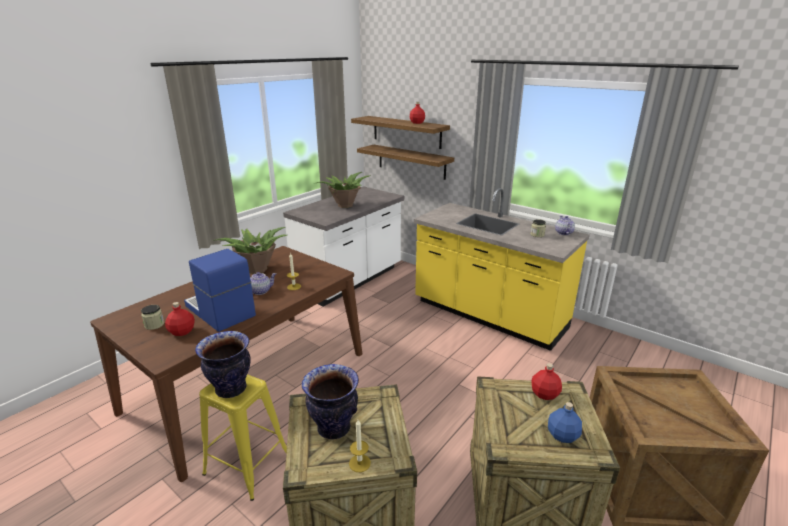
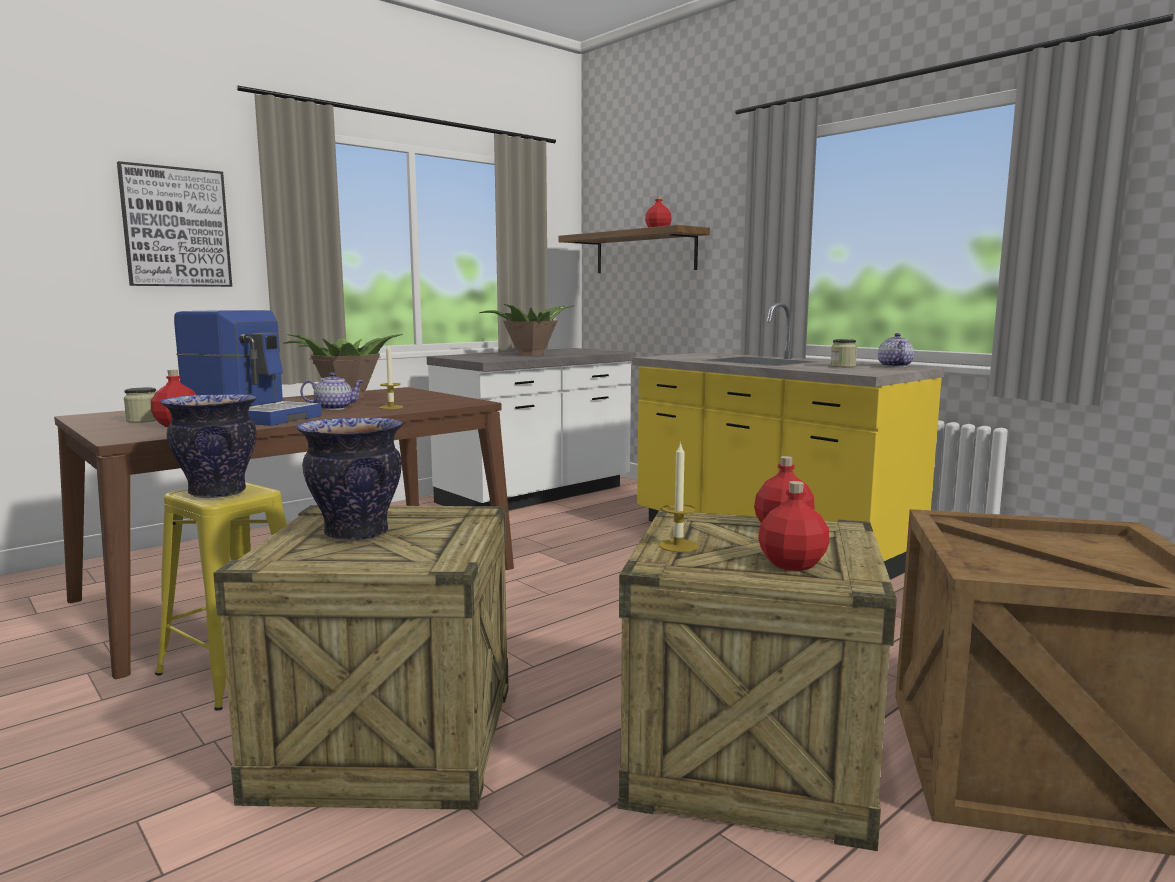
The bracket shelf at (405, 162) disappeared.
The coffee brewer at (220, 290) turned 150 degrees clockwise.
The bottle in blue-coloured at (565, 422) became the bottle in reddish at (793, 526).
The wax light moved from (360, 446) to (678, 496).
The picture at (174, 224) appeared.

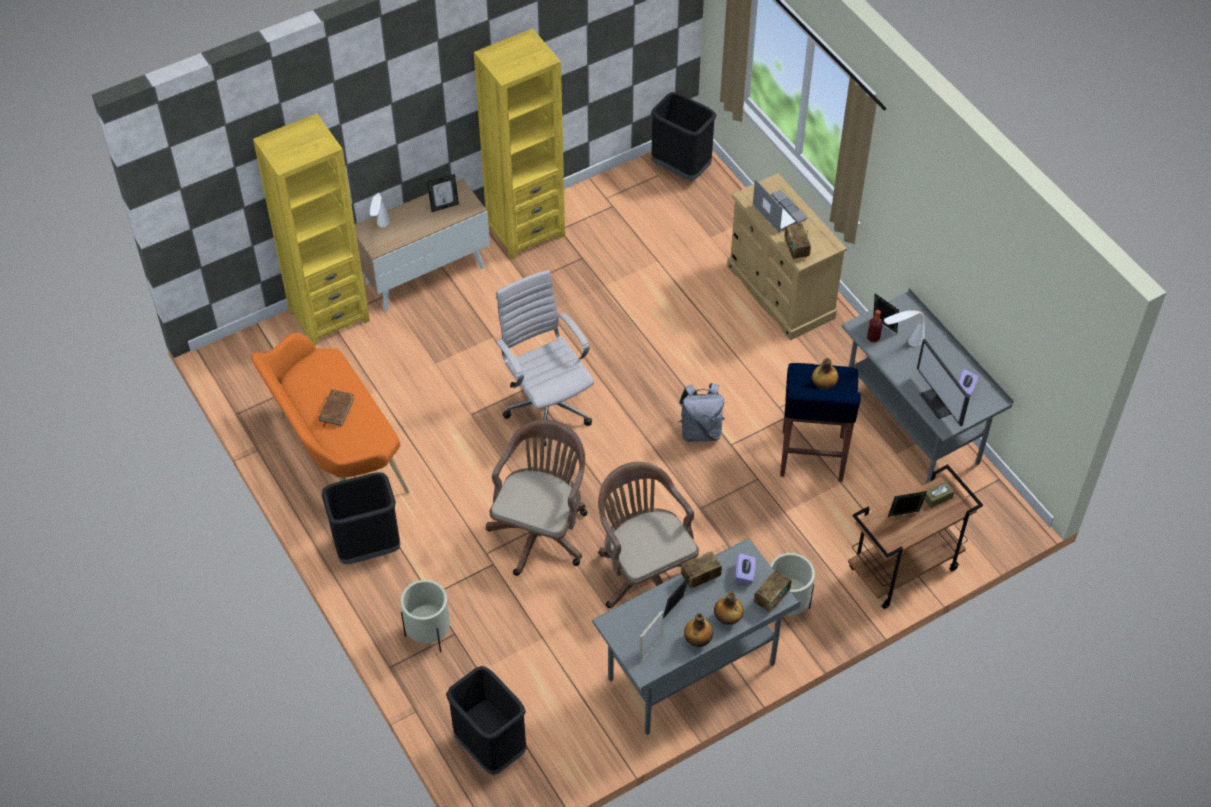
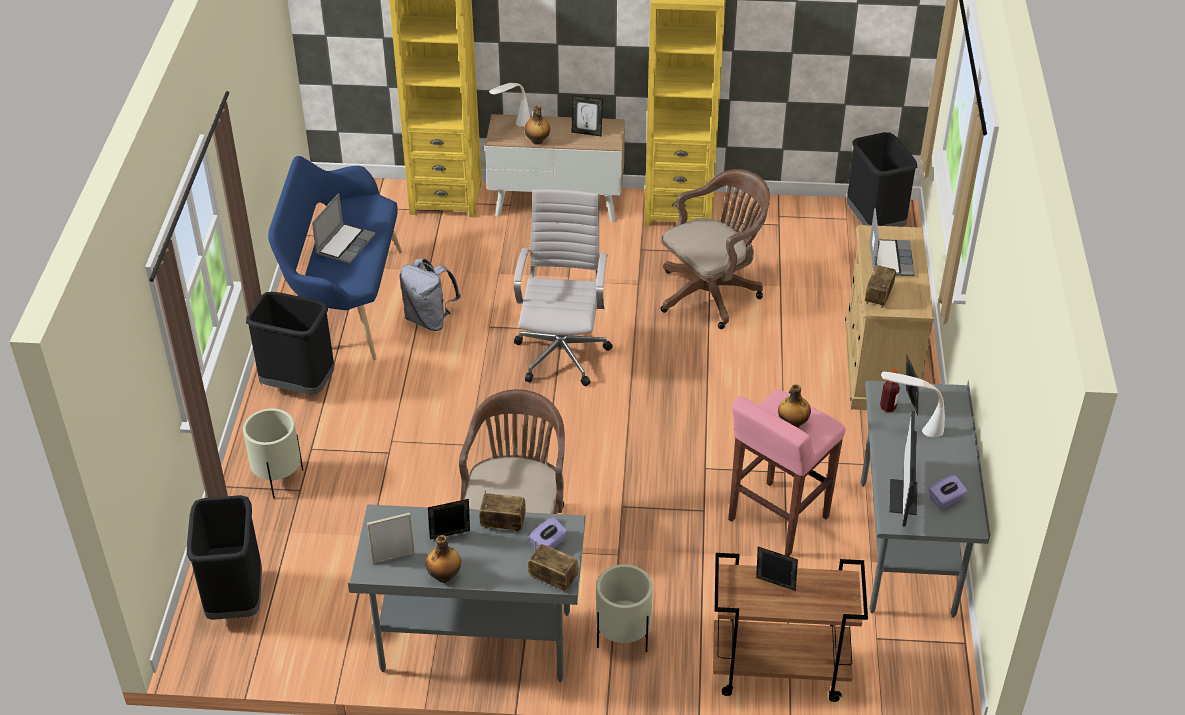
The indoor bench in orange-coloured at (330, 413) became the indoor bench in blue-coloured at (335, 258).
The sitting stool in blue-coloured at (820, 422) became the sitting stool in pink at (787, 472).
The backpack in greyish moved from (701, 412) to (430, 294).
The book in brown-coloured at (336, 408) was replaced by the notebook computer at (343, 228).
The desk chair in brown-coloured moved from (536, 497) to (715, 249).
The tissue holder in brown-coloured at (939, 494) disappeared.
The radio receiver at (773, 588) turned 135 degrees counterclockwise.
The bottle moved from (728, 608) to (537, 125).

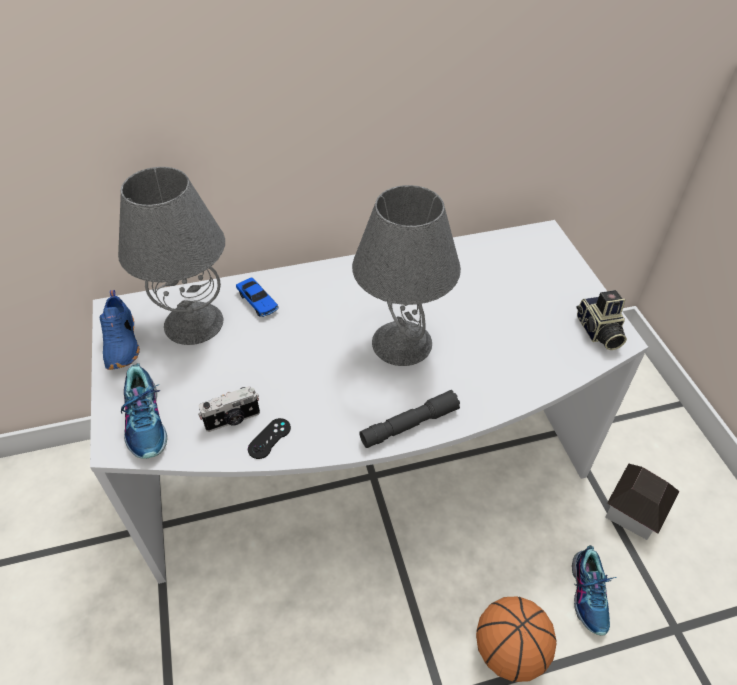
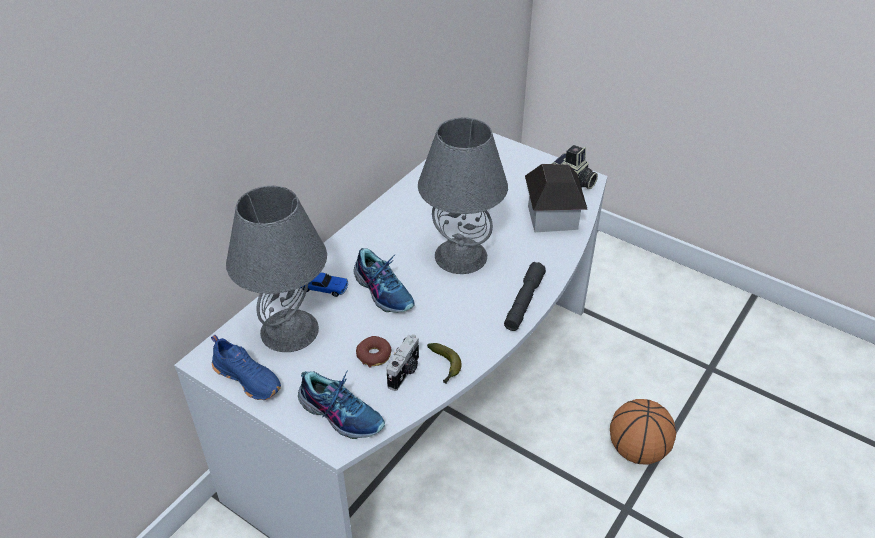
The gamepad in black at (269, 438) was replaced by the banana fruit at (444, 363).
The miniature house moved from (642, 501) to (556, 198).
The shoe moved from (594, 590) to (384, 280).
The ring doughnut at (373, 352) appeared.

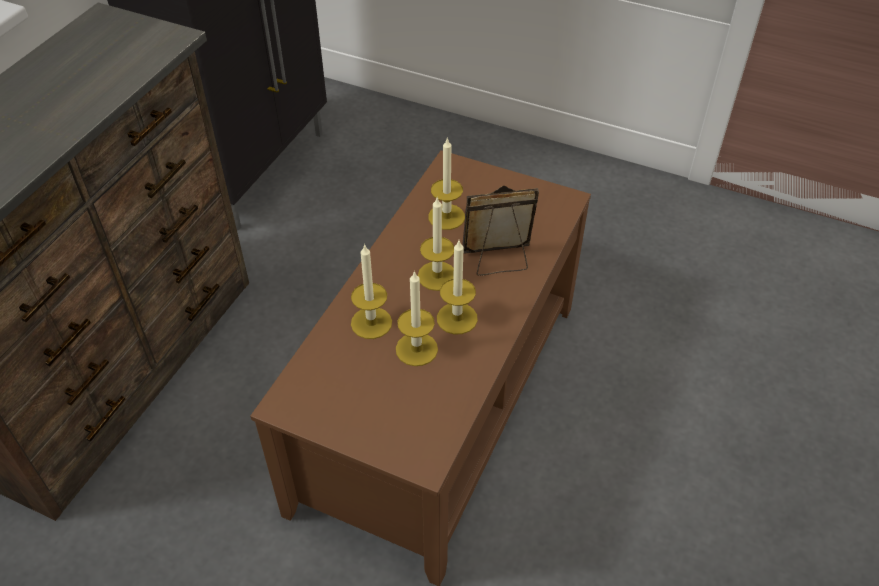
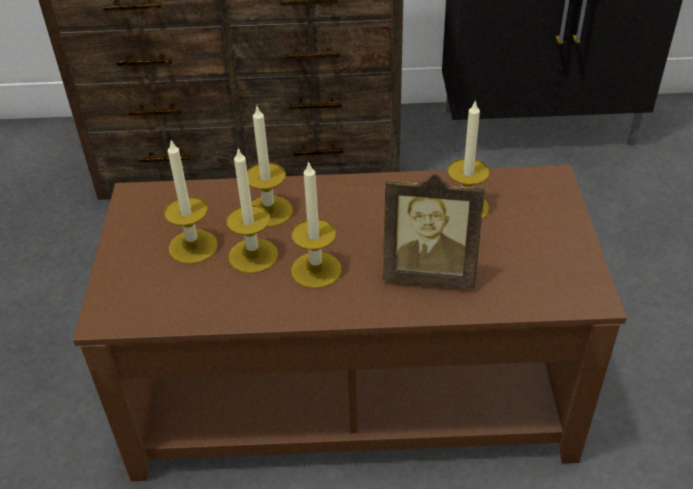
The picture frame at (501, 230) turned 135 degrees clockwise.
The wax light moved from (436, 243) to (191, 202).

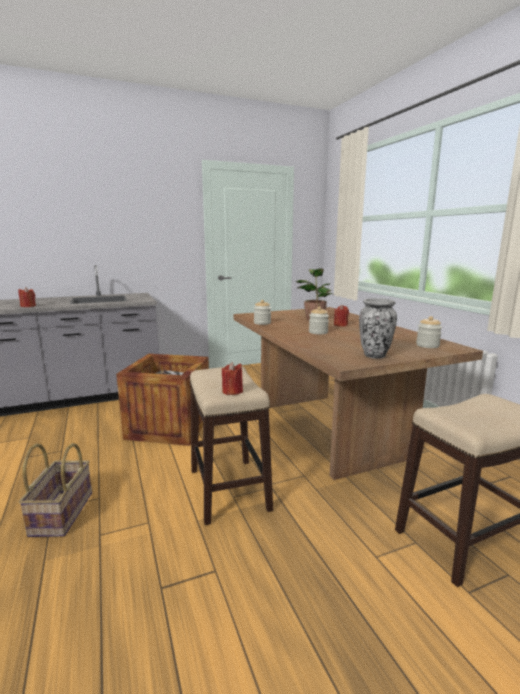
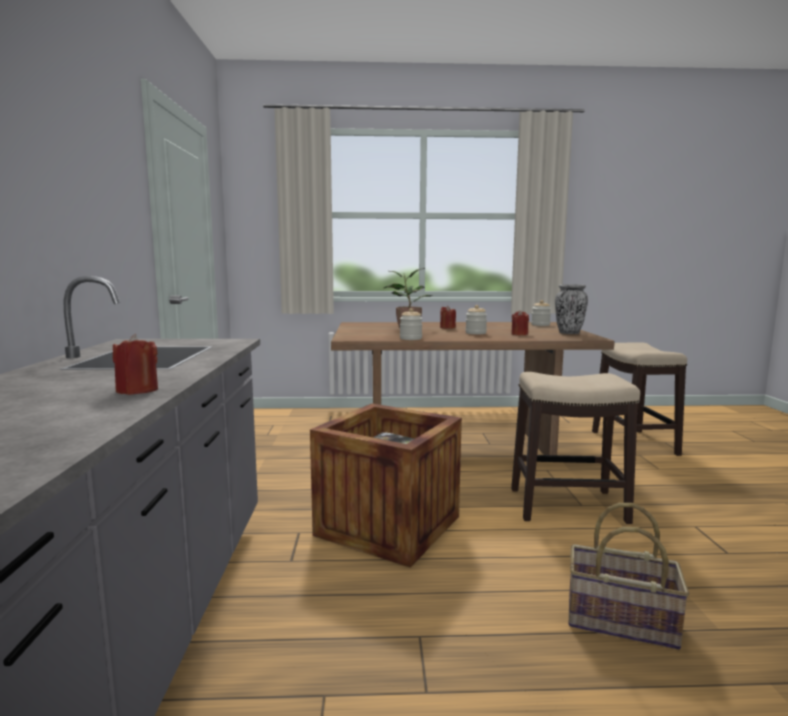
The wax light in reddish moved from (232, 378) to (520, 322).

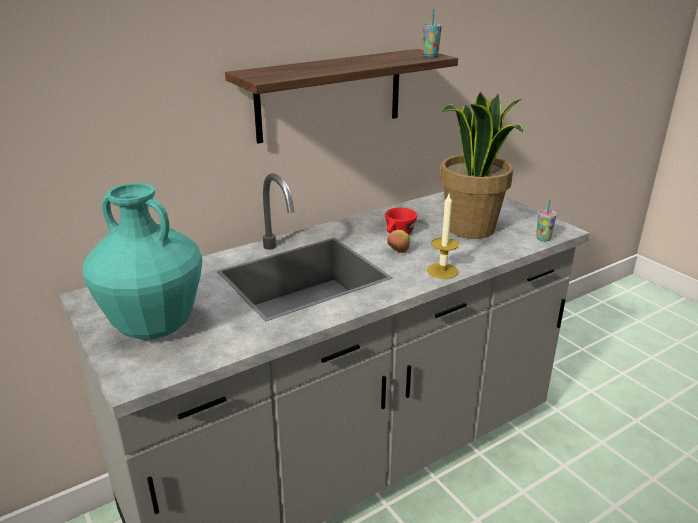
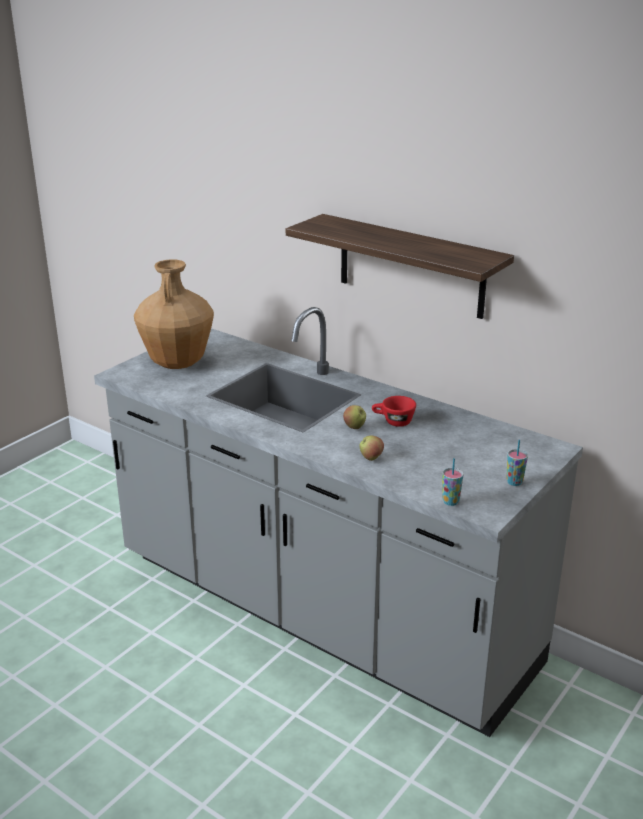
The cup moved from (432, 33) to (517, 463).
The houseplant at (481, 165) disappeared.
The decorative vase in turquoise at (142, 261) became the decorative vase in brown-coloured at (174, 314).
The wax light at (443, 236) disappeared.
The apple at (372, 448) appeared.

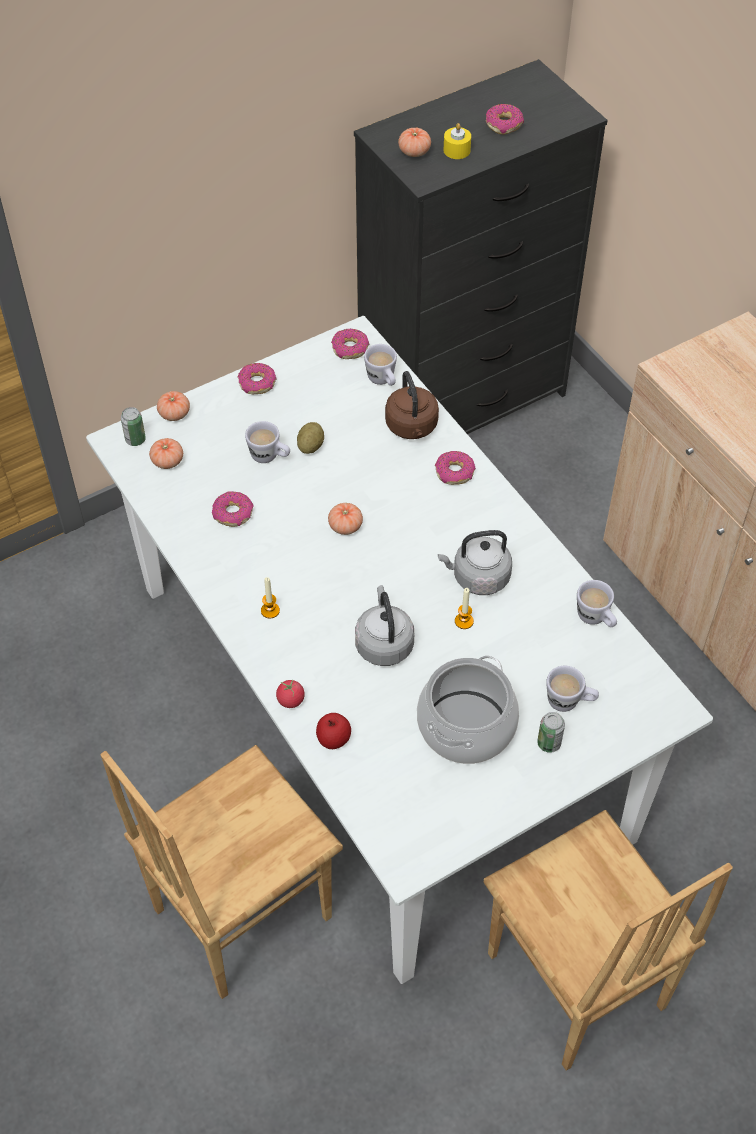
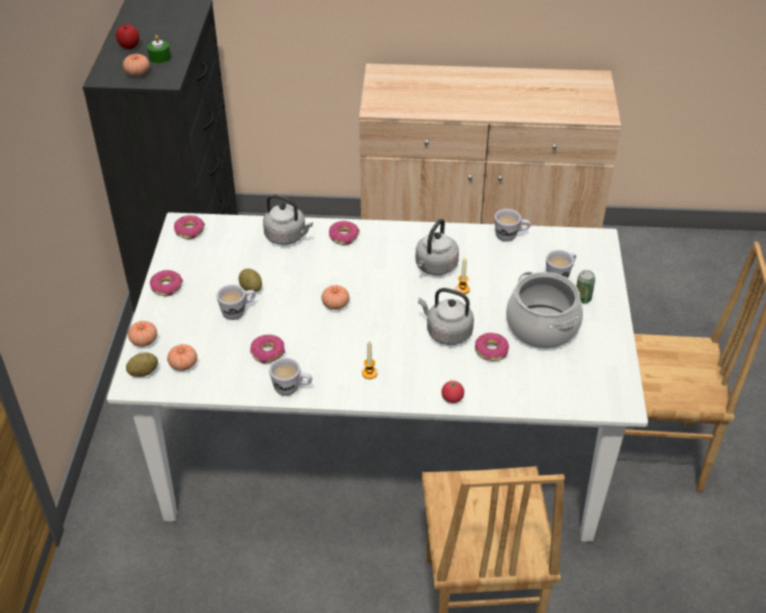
The ring doughnut moved from (505, 119) to (492, 347).
The wax light in yellow at (457, 141) became the wax light in green-coloured at (159, 49).
The tea mug in white-coloured moved from (380, 365) to (290, 377).
The tea kettle in brown-coloured at (412, 405) became the tea kettle in greyish at (288, 219).
The metal can at (133, 426) was replaced by the potato at (142, 364).
The apple moved from (333, 731) to (127, 36).

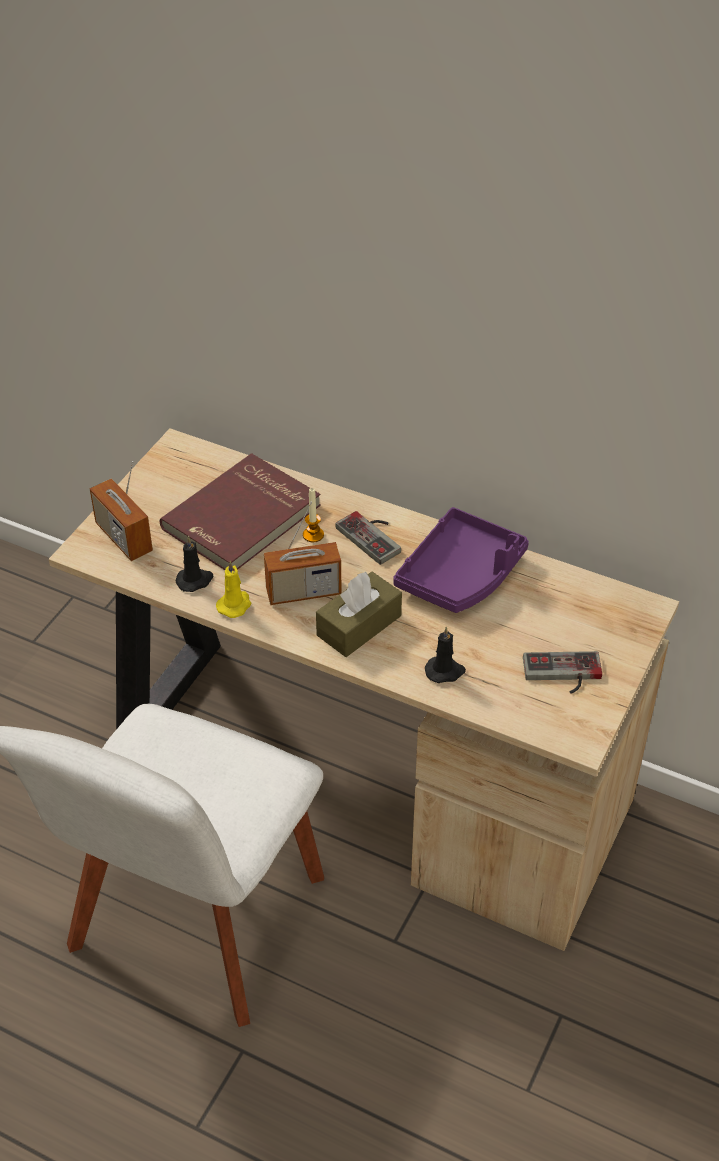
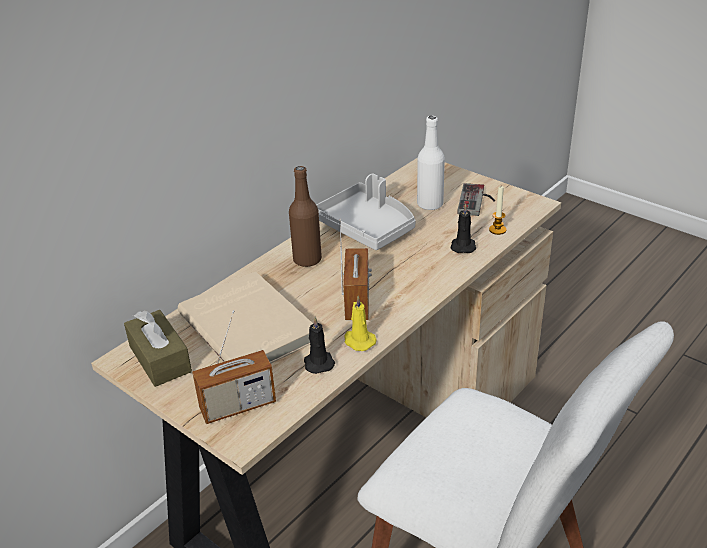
The book in reddish at (240, 511) became the book in sand-coloured at (245, 317).
The wax light moved from (313, 515) to (498, 210).
The tray in purplish at (461, 560) became the tray in greyish at (366, 211).
The gamepad at (368, 538) was replaced by the bottle in brown-coloured at (305, 216).
The tissue holder in brown-coloured moved from (359, 614) to (158, 348).
The bottle in white-coloured at (431, 163) appeared.

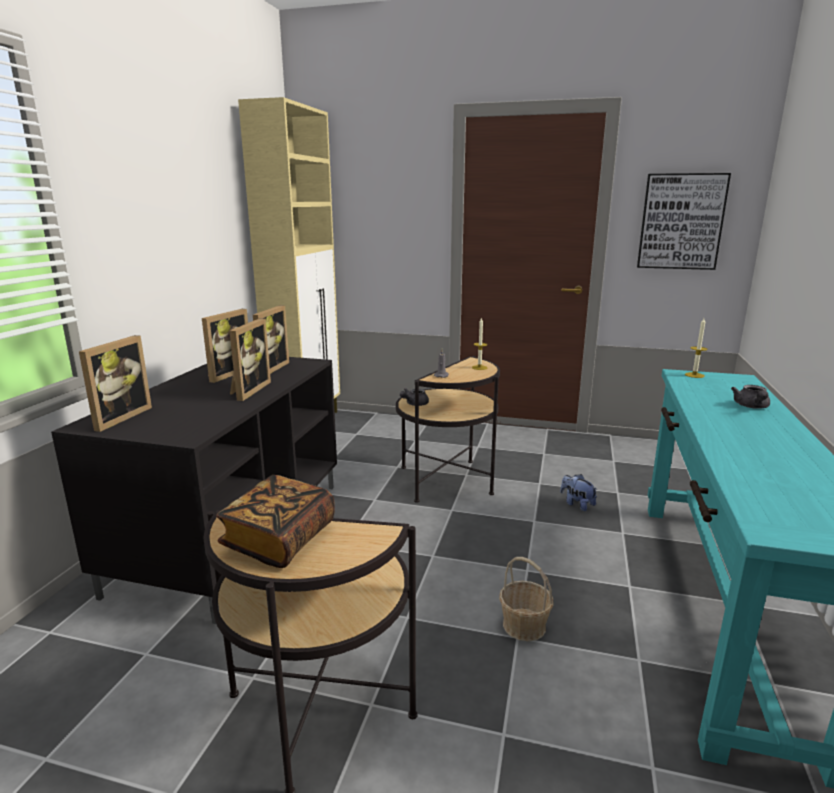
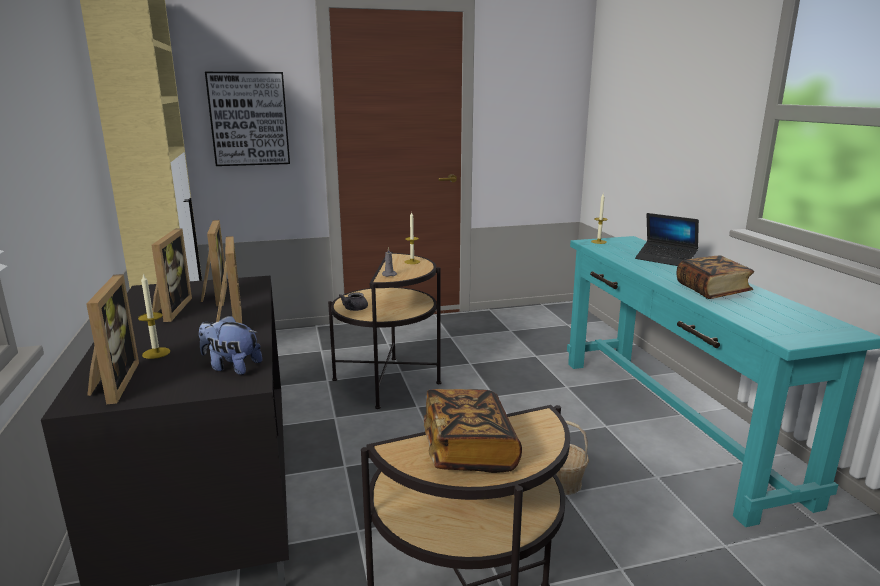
The picture moved from (684, 221) to (247, 119).
The teapot in greyish at (750, 397) was replaced by the notebook computer at (667, 239).
The soft toy moved from (579, 492) to (230, 345).
The book at (715, 277) appeared.
The wax light at (154, 316) appeared.

